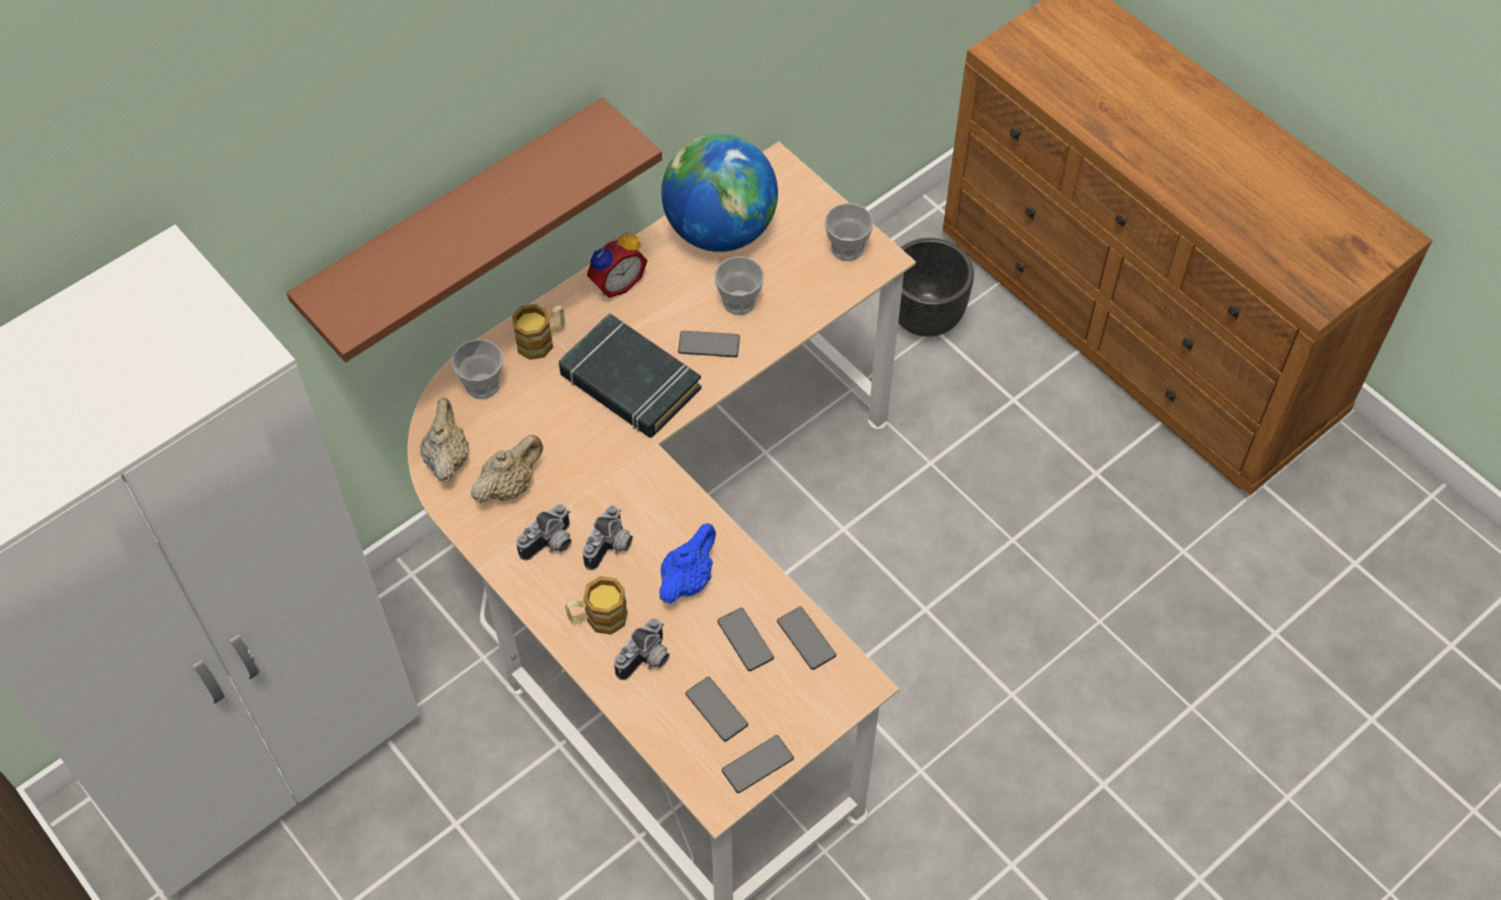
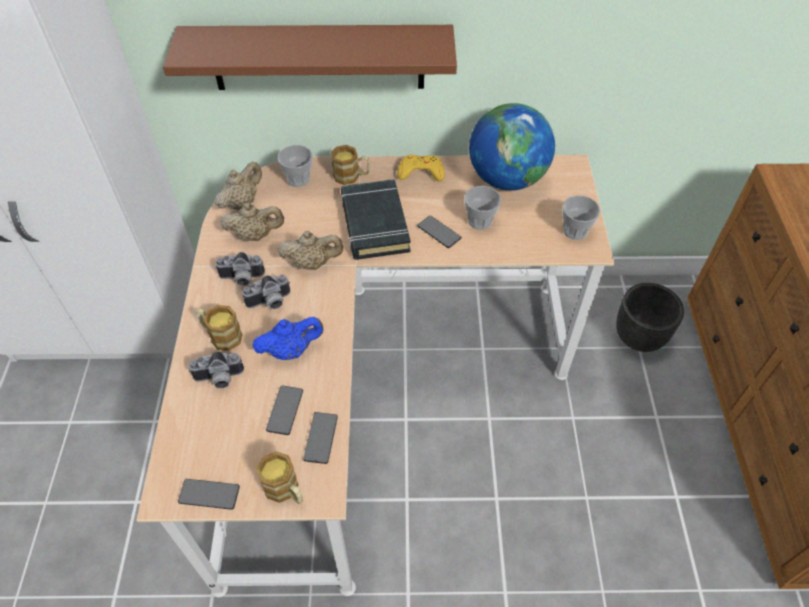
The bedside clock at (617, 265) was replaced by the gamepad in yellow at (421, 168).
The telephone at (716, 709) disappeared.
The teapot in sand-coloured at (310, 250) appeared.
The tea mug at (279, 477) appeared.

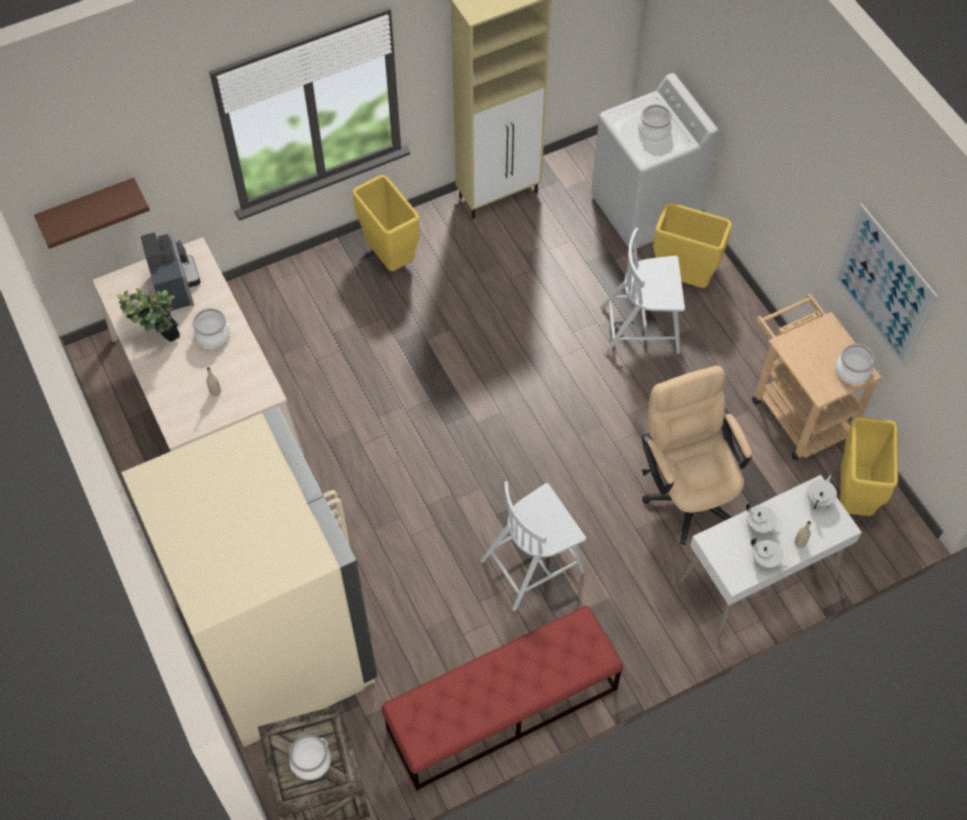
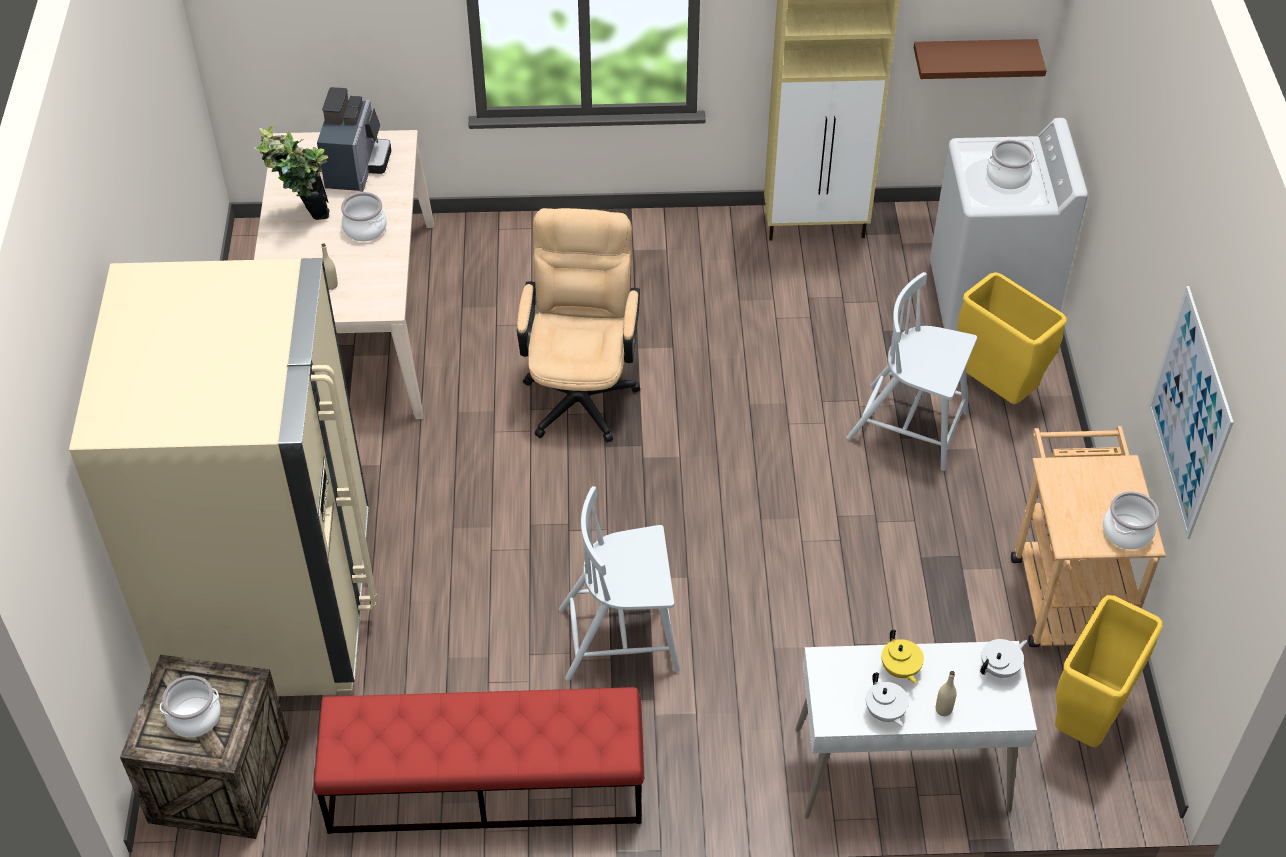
The waste bin in yellow at (386, 223) disappeared.
The bracket shelf in brown-coloured moved from (92, 213) to (980, 59).
The desk chair in sand-coloured moved from (697, 455) to (578, 325).
The teapot in white-coloured at (763, 518) became the teapot in yellow at (902, 657).

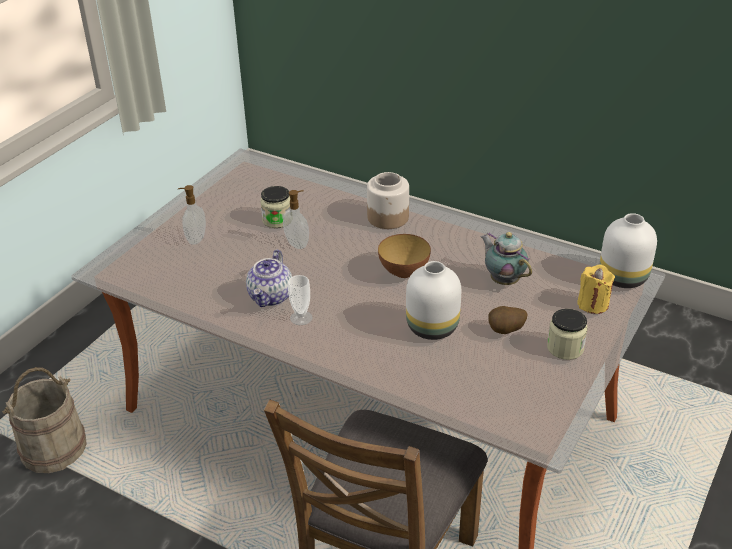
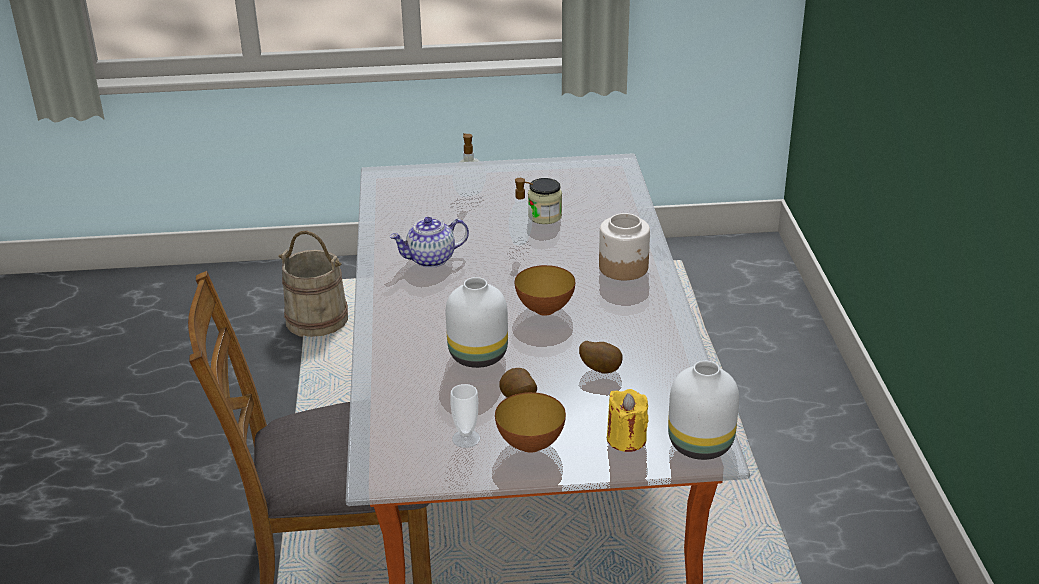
The teapot at (506, 258) was replaced by the potato at (600, 357).
The cup moved from (300, 300) to (465, 416).
The jar at (567, 334) was replaced by the deep dish at (530, 422).

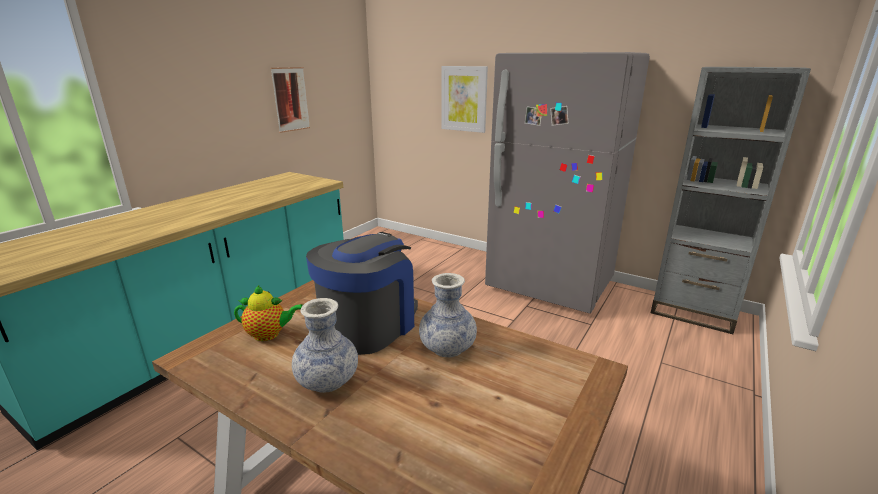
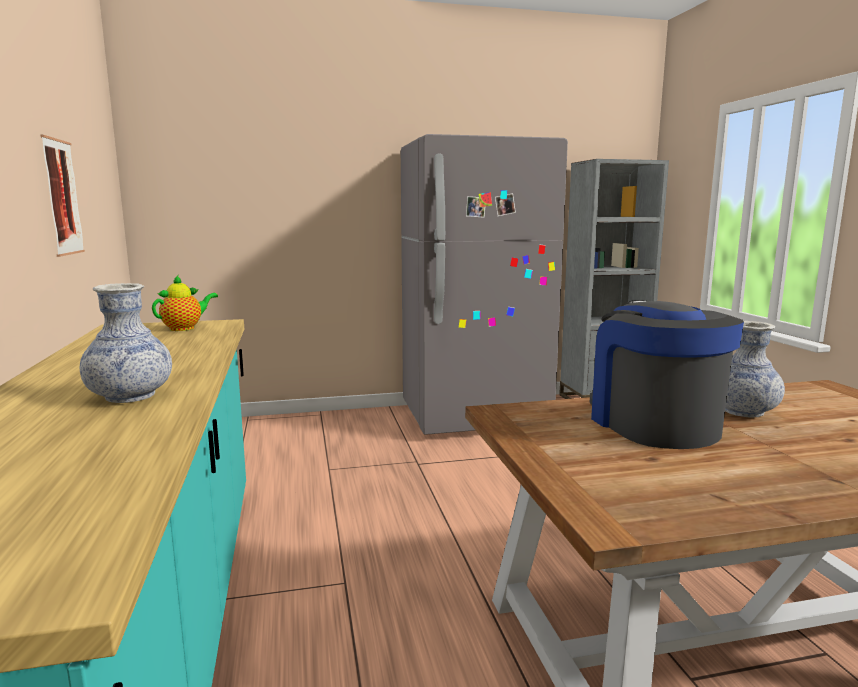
The picture at (464, 99) disappeared.
The teapot moved from (268, 313) to (185, 303).
The decorative vase moved from (325, 345) to (126, 343).

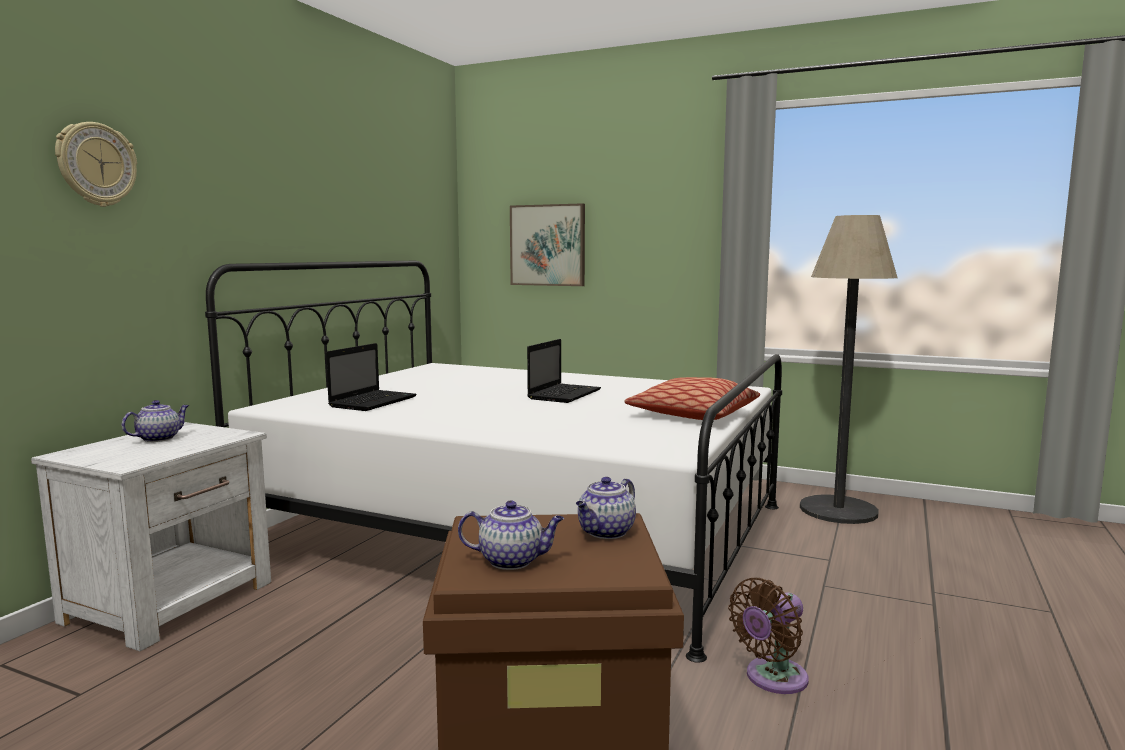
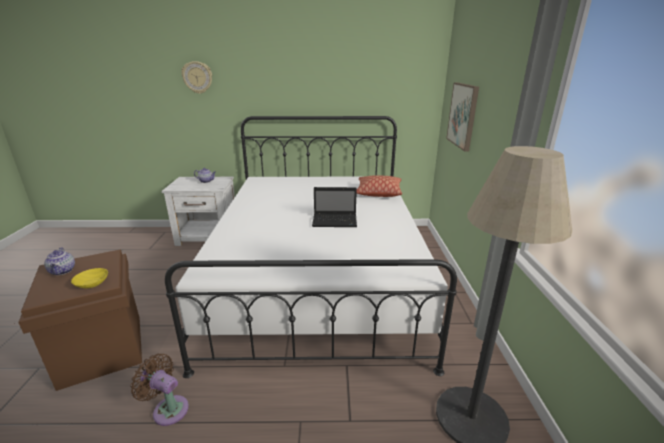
The notebook computer at (371, 377) disappeared.
The cushion moved from (692, 398) to (379, 186).
The teapot at (606, 508) was replaced by the deep dish in yellow at (89, 278).

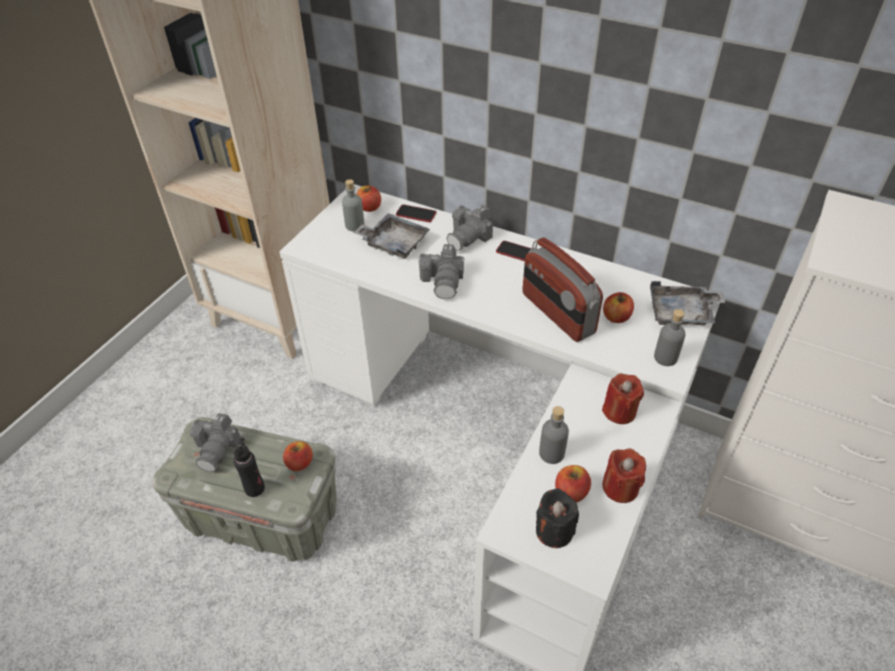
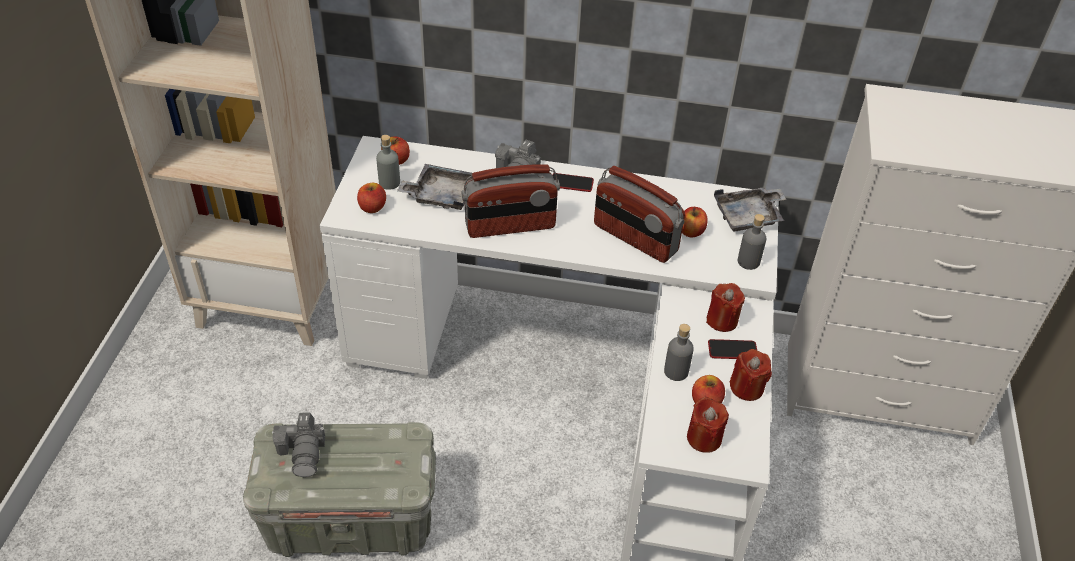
The telephone moved from (416, 213) to (732, 349).
The still camera at (441, 271) was replaced by the radio receiver at (511, 201).
The bottle in black at (249, 467) disappeared.
The apple moved from (298, 456) to (371, 198).
The wax light in black at (557, 518) became the wax light in reddish at (708, 424).

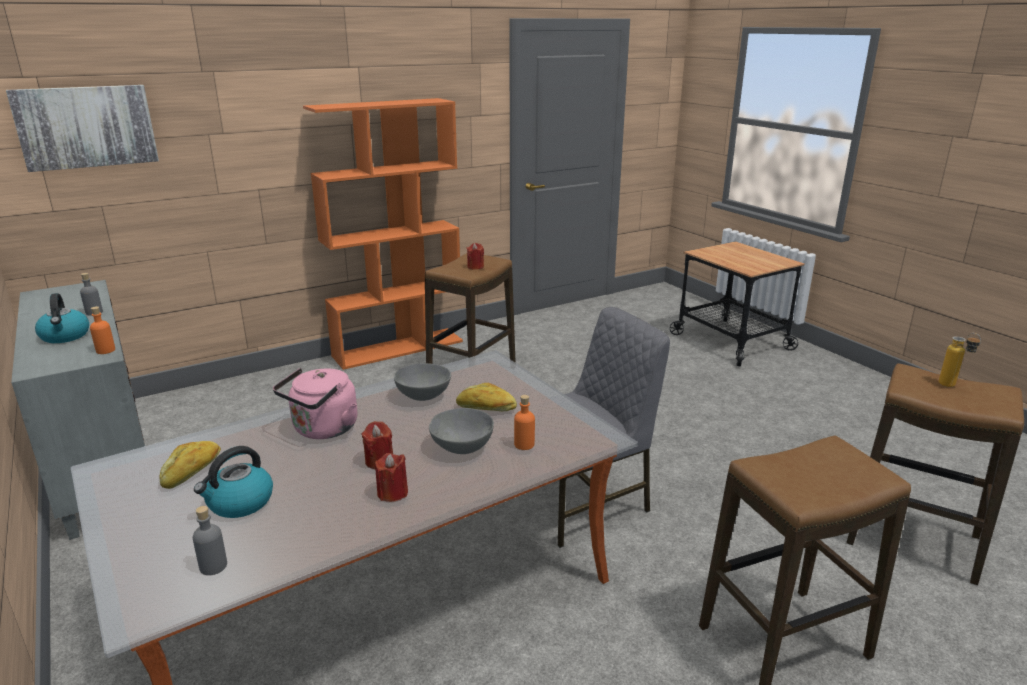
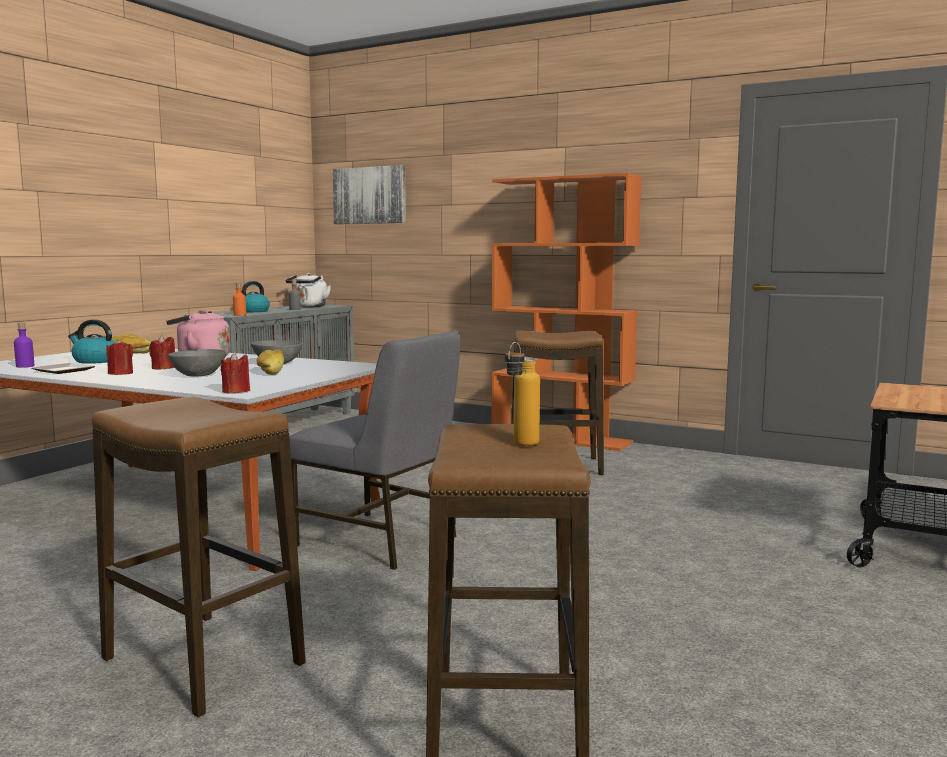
The wax light in reddish moved from (475, 256) to (235, 372).
The bottle in orange-coloured at (524, 422) disappeared.
The bottle in greyish at (210, 540) became the bottle in purplish at (24, 345).
The tea kettle in white-coloured at (308, 290) appeared.
The dinner plate at (63, 368) appeared.

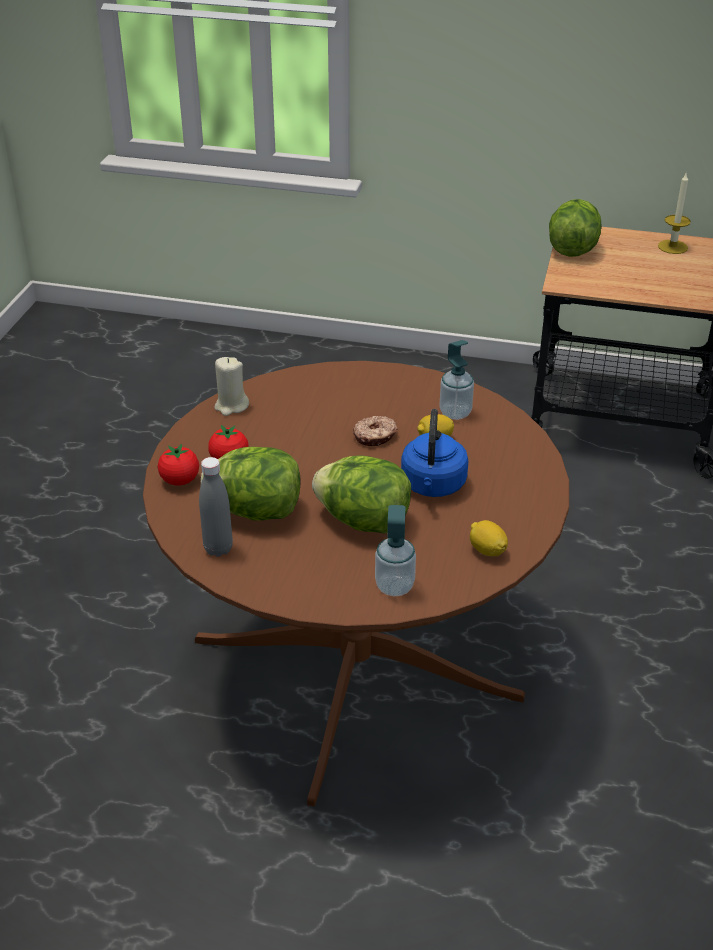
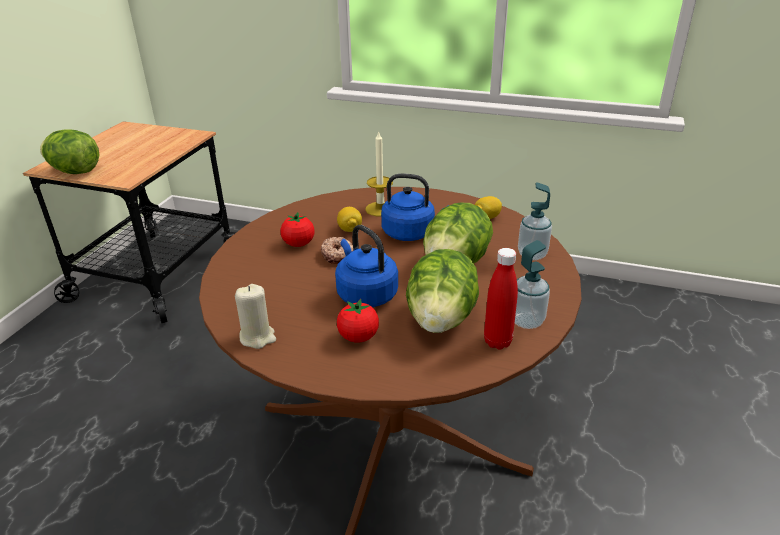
The wax light moved from (674, 213) to (379, 173).
The liquid soap bottle moved from (456, 380) to (532, 284).
The fresh tomato moved from (178, 464) to (297, 229).
The bottle in greyish at (216, 507) became the bottle in reddish at (501, 298).
The tea kettle in blue-coloured at (366, 266) appeared.

